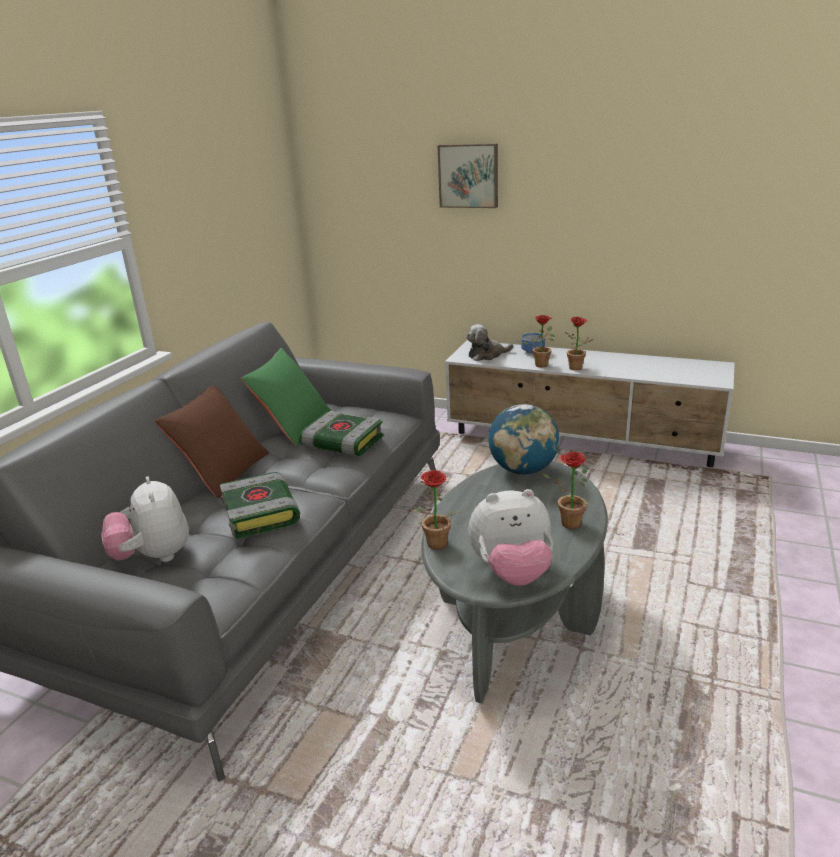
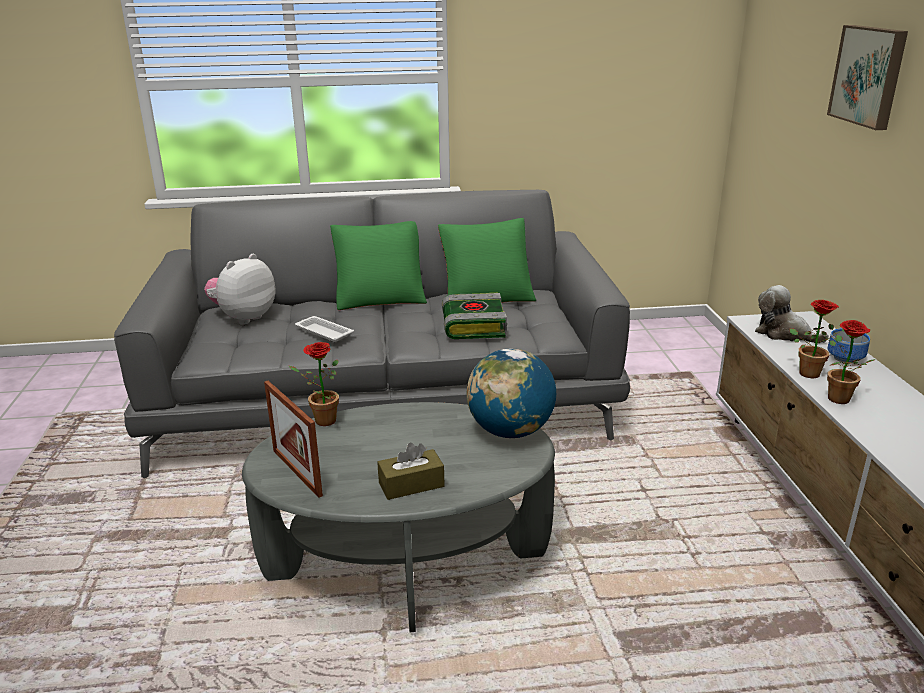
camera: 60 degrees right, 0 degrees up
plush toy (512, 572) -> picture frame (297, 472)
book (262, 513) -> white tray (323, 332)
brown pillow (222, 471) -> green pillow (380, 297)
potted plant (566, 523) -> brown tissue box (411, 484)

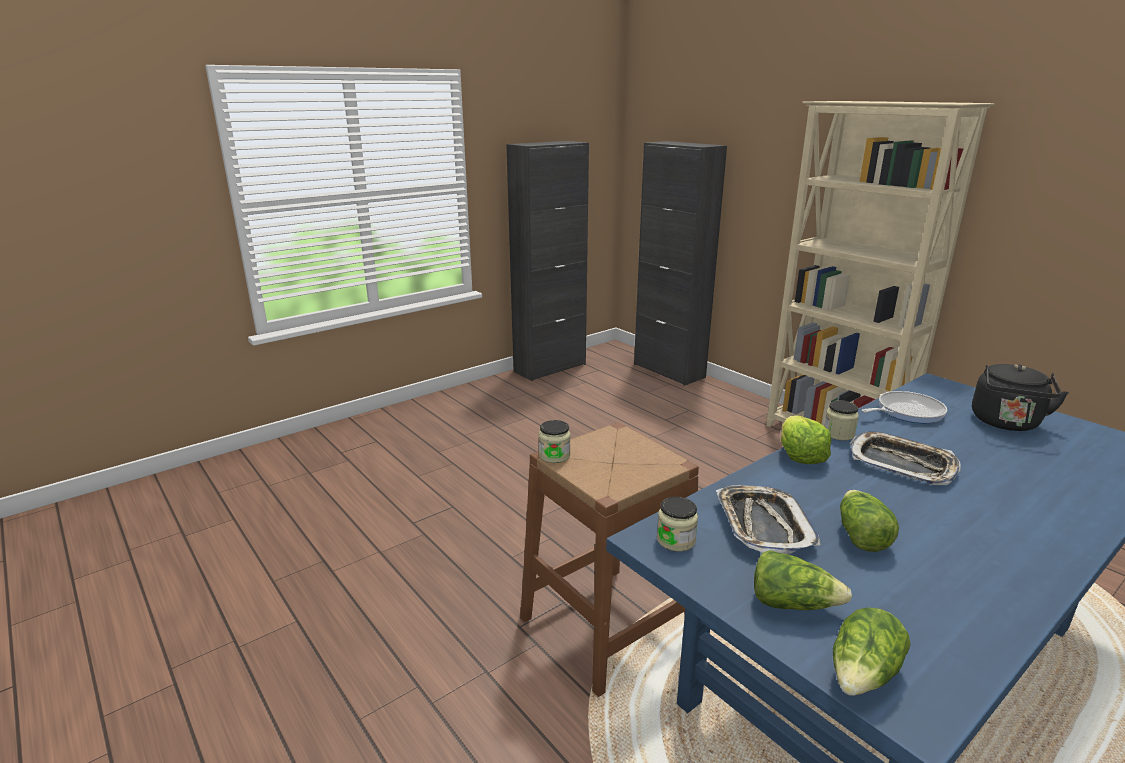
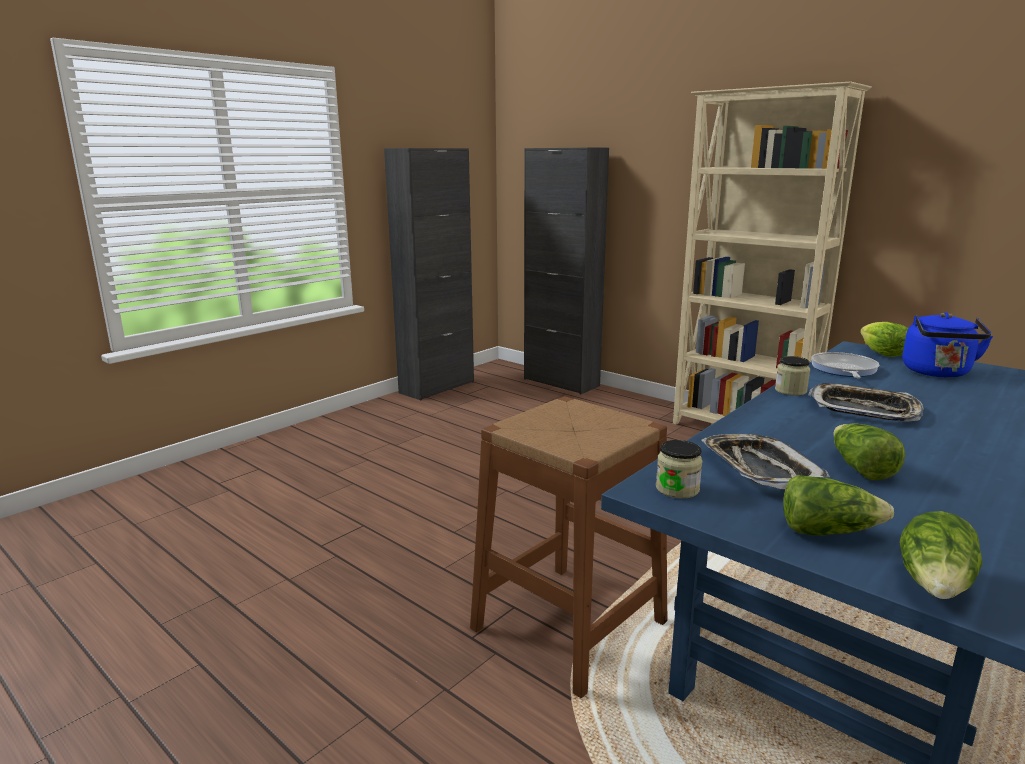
camera: 10 degrees left, 5 degrees down
frying pan (906, 412) -> frying pan (843, 370), 45 degrees counterclockwise
lettuce (800, 455) -> lettuce (882, 353), relocated
black kettle (1006, 423) -> blue kettle (937, 373)
jar (554, 455) -> none

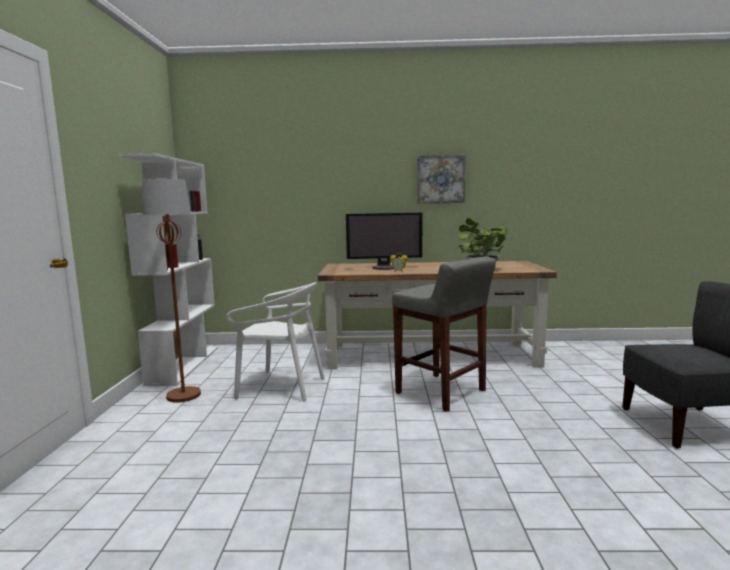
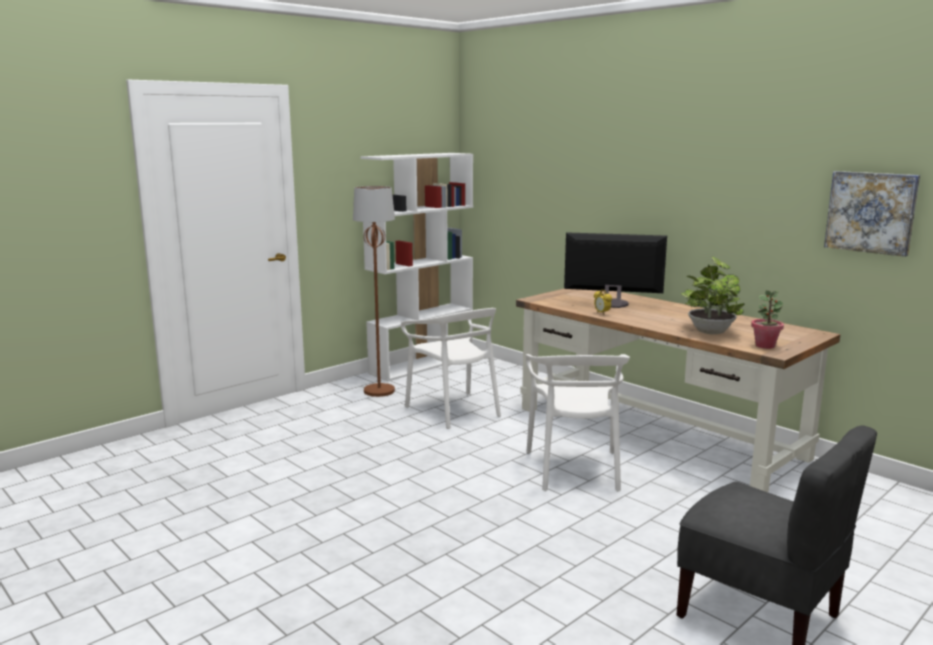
camera: 45 degrees right, 5 degrees up
grey stool (441, 392) -> white chair (575, 469)
monitor (384, 267) -> monitor (611, 304), 150 degrees clockwise
none -> potted plant (765, 346)
picture (440, 179) -> picture (871, 212), relocated

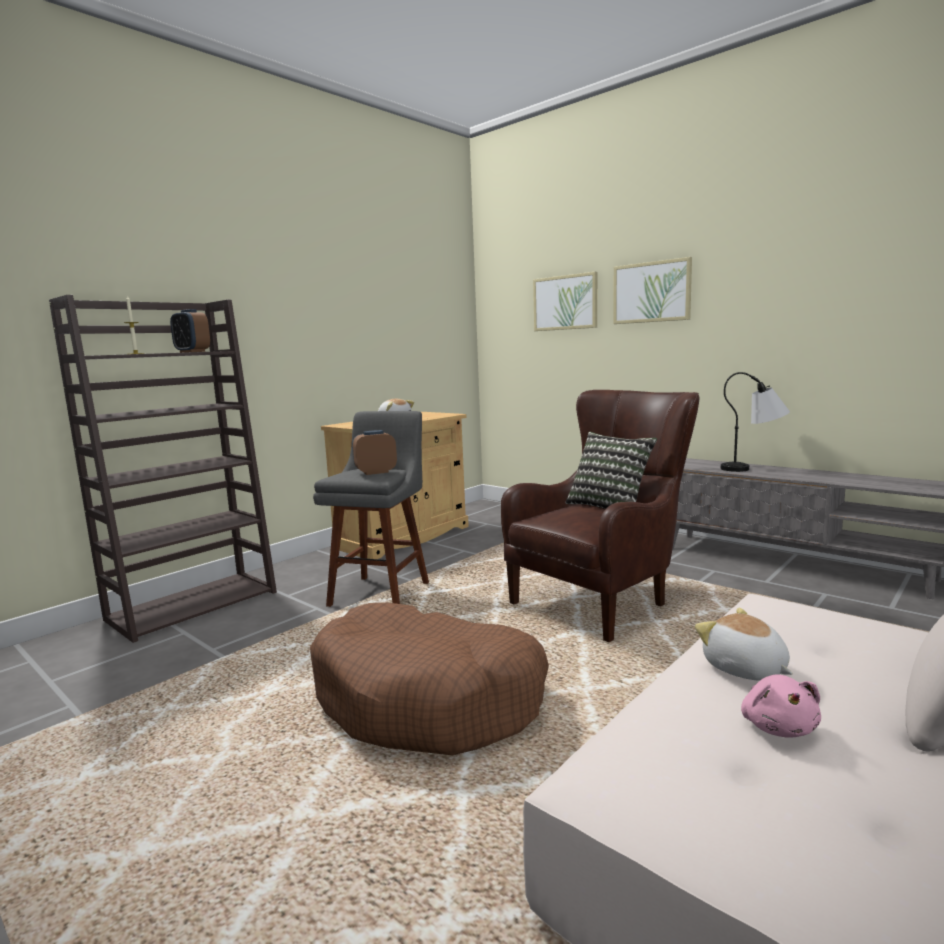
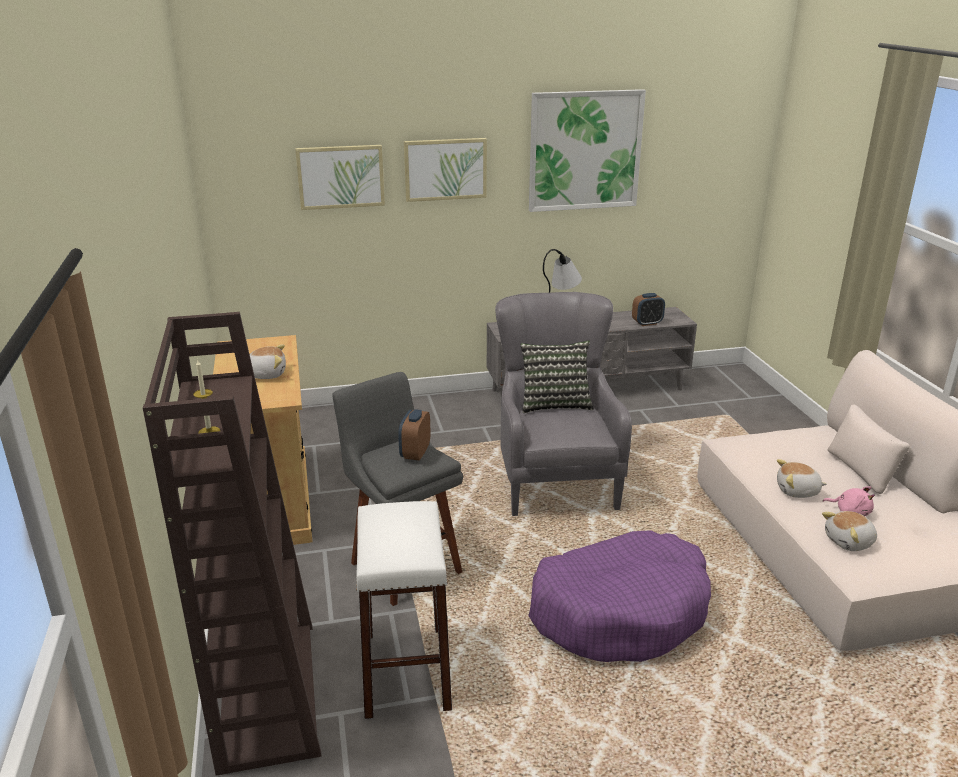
camera: 55 degrees left, 15 degrees up
none -> white stool (406, 670)
brown armchair (604, 599) -> grey armchair (555, 478)
brown dog bed (429, 699) -> purple dog bed (620, 611)
none -> picture (585, 150)
alarm clock (192, 352) -> alarm clock (647, 323), relocated
none -> plush toy (849, 542)

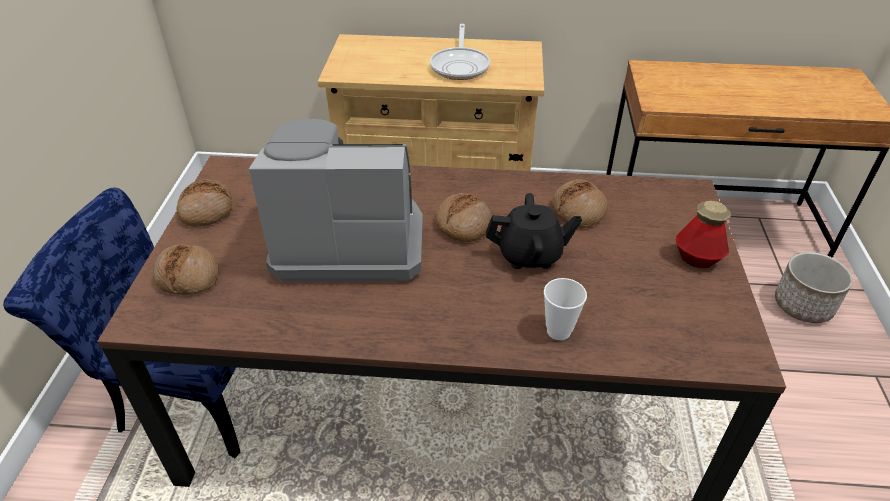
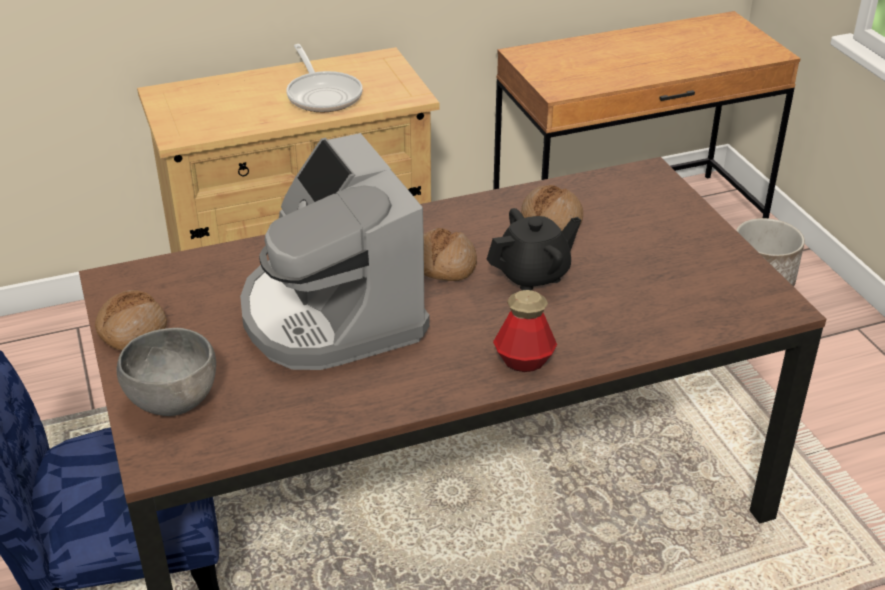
camera: 25 degrees left, 5 degrees down
bread (188, 276) -> grey bowl (175, 401)
coffee machine (348, 240) -> coffee machine (331, 314), 90 degrees counterclockwise
bottle (697, 258) -> bottle (524, 361), relocated
cup (558, 331) -> none

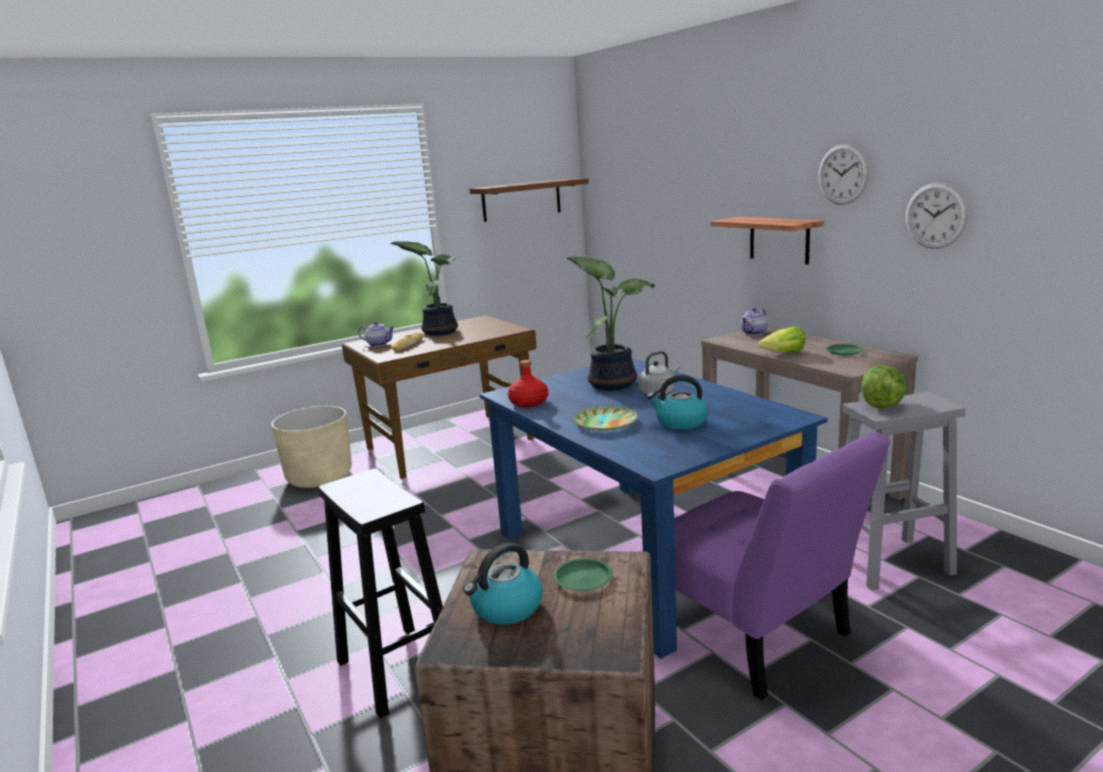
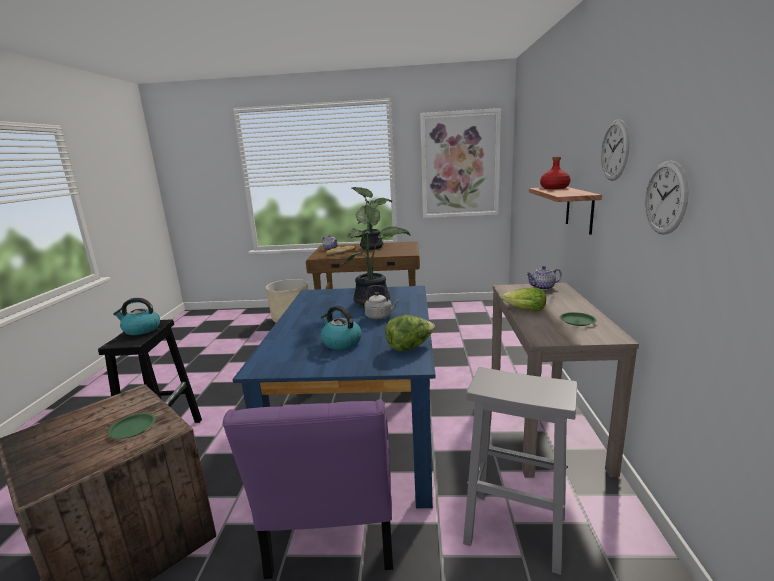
camera: 35 degrees right, 0 degrees up
kettle (506, 608) -> kettle (141, 330), relocated
lettuce (882, 404) -> lettuce (409, 347), relocated
brown shelf (521, 200) -> picture (460, 165)
red bottle (529, 403) -> red bottle (554, 188), relocated
plate (604, 423) -> none

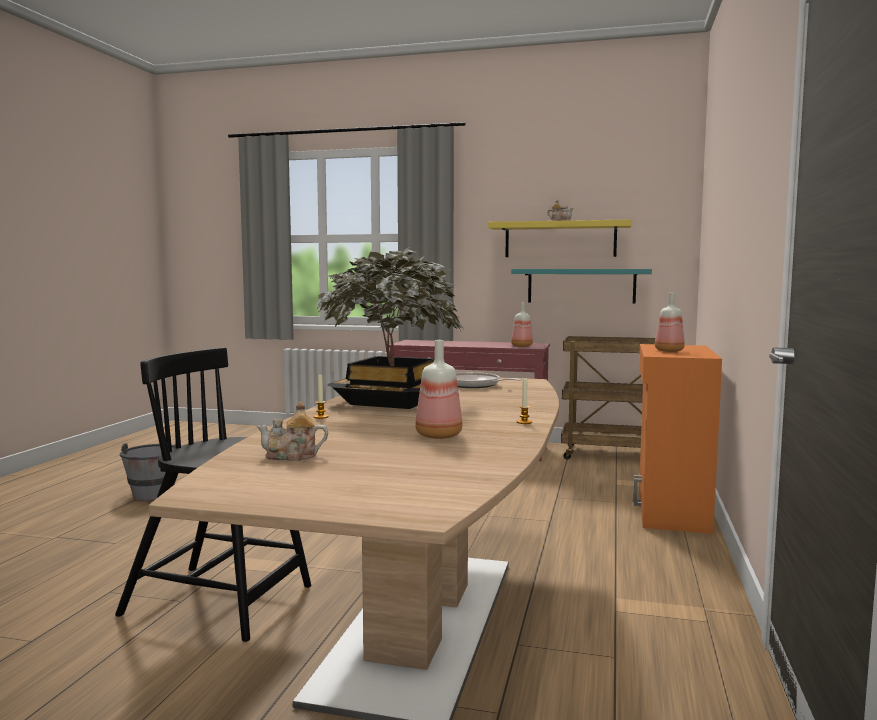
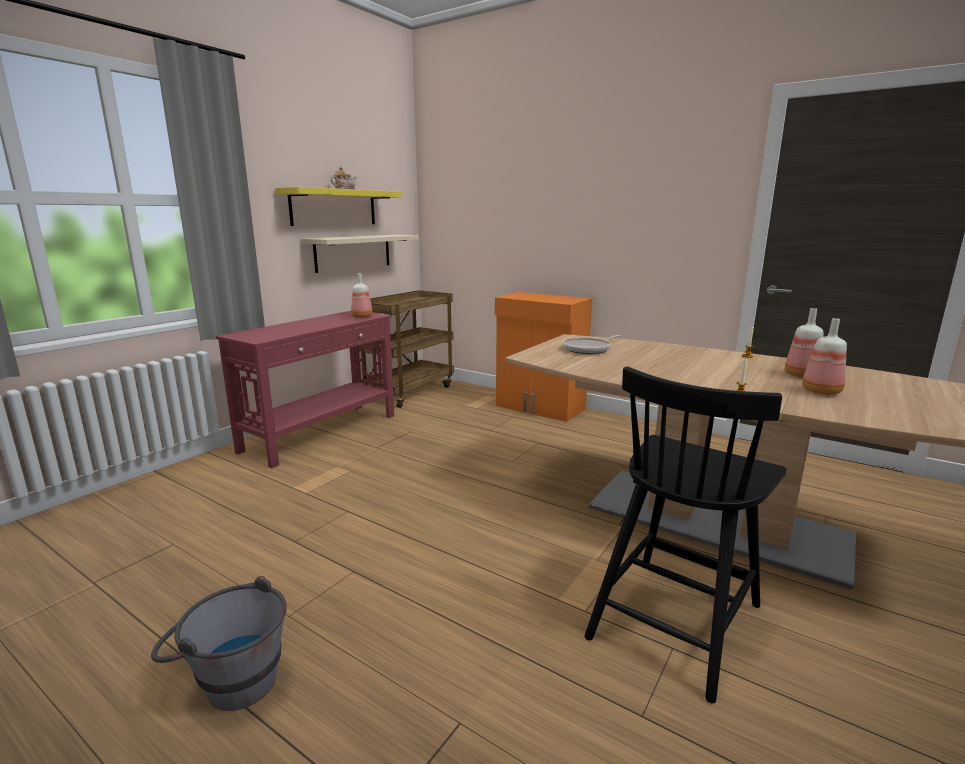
camera: 70 degrees left, 10 degrees up
turquoise shelf (581, 286) -> beige shelf (353, 252)
bottle (668, 351) -> bottle (820, 392), relocated
teapot (292, 456) -> none
potted plant (392, 401) -> none

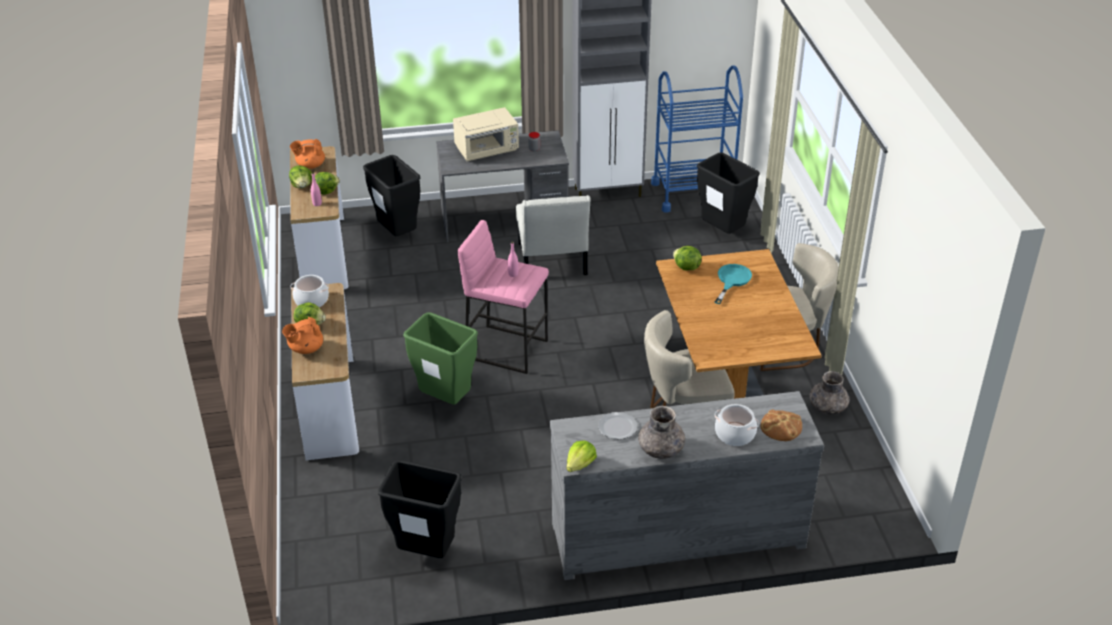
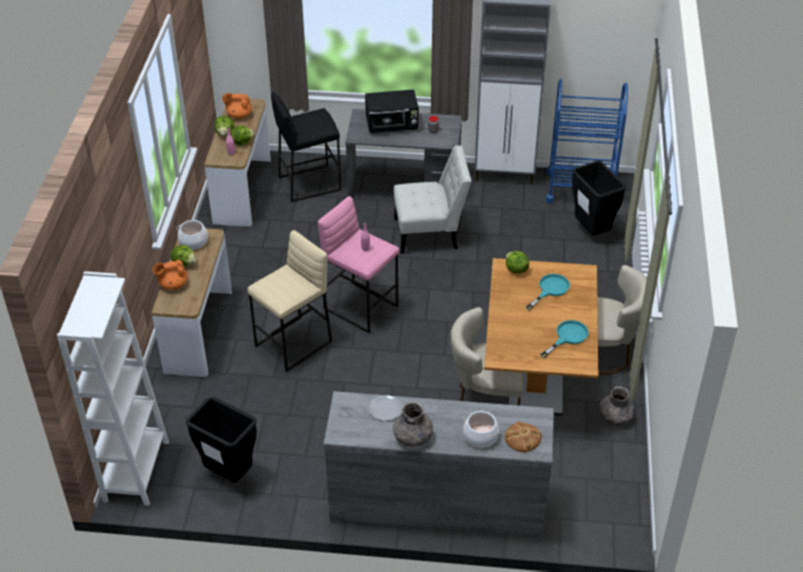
camera: 15 degrees right, 5 degrees up
none -> white bookcase (136, 471)
green trash can (446, 400) -> beige stool (294, 344)
black trash can (397, 234) -> black stool (309, 183)
beige microwave (487, 150) -> black microwave (392, 125)
white chair (552, 262) -> white chair (430, 233), 105 degrees counterclockwise
none -> turquoise frying pan (567, 337)
lettuce (580, 464) -> none

